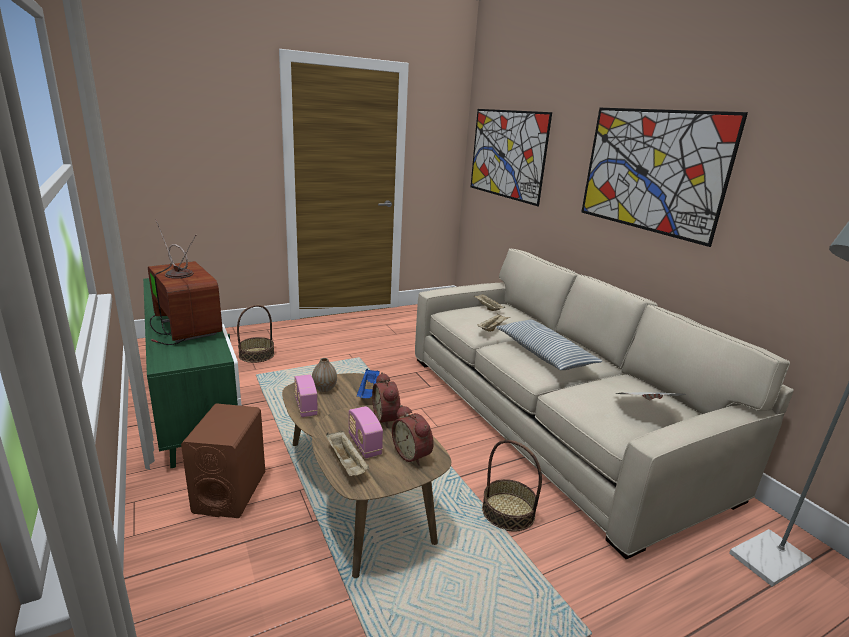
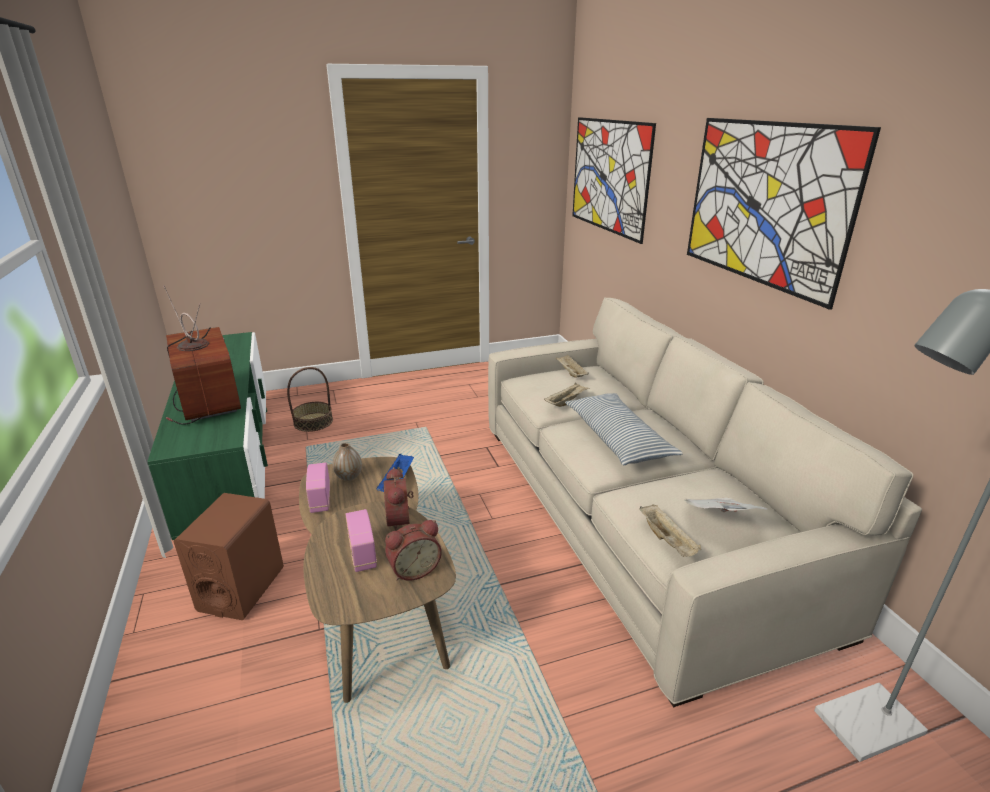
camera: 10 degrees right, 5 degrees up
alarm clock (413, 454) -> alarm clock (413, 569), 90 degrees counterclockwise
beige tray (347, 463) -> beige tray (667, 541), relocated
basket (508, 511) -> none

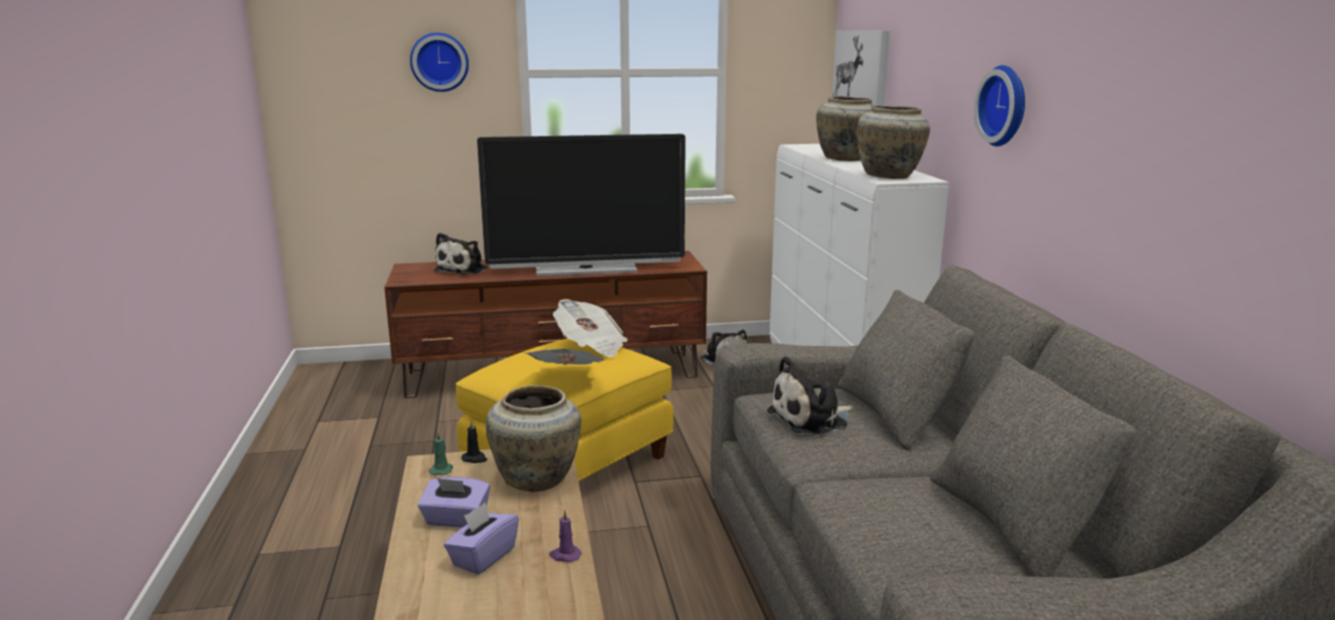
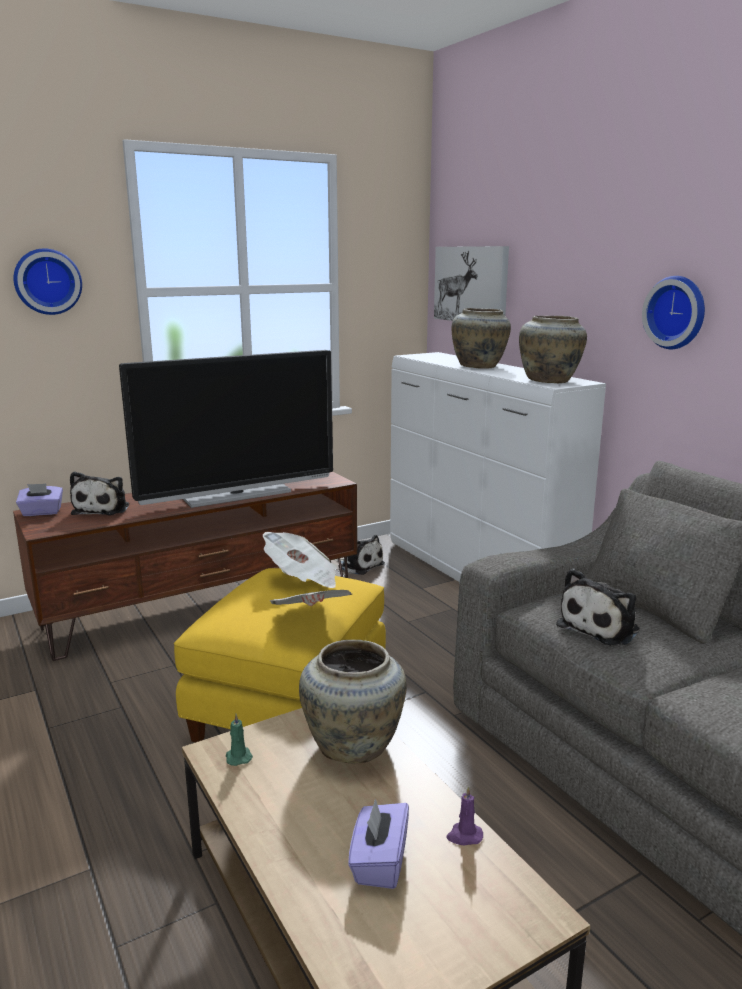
camera: 20 degrees left, 0 degrees up
purple tissue box (456, 520) -> purple tissue box (41, 512), relocated
black candle (475, 459) -> none

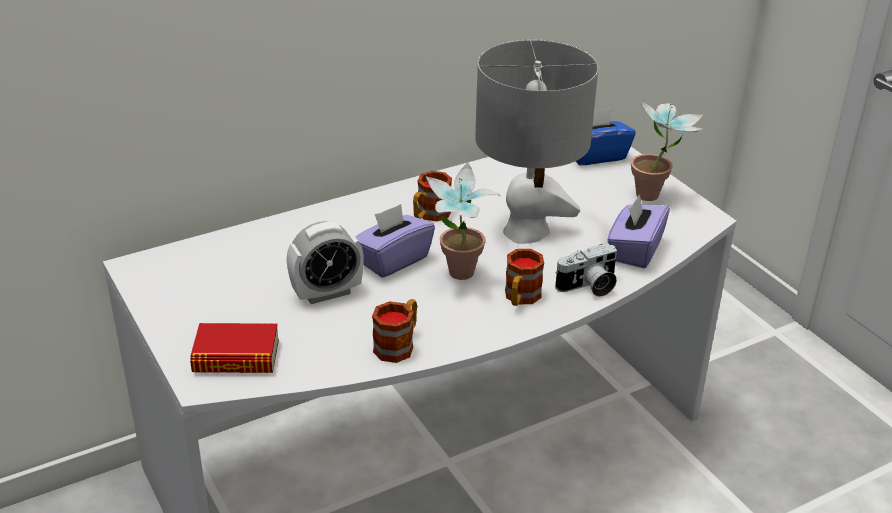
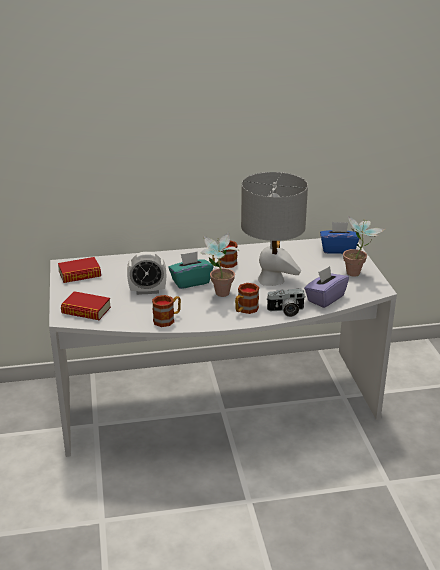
camera: 20 degrees right, 5 degrees down
none -> book (80, 274)
purple tissue box (393, 260) -> turquoise tissue box (190, 282)

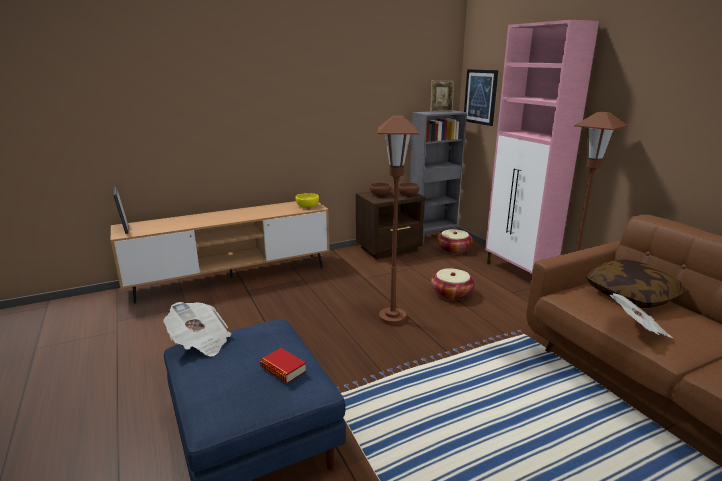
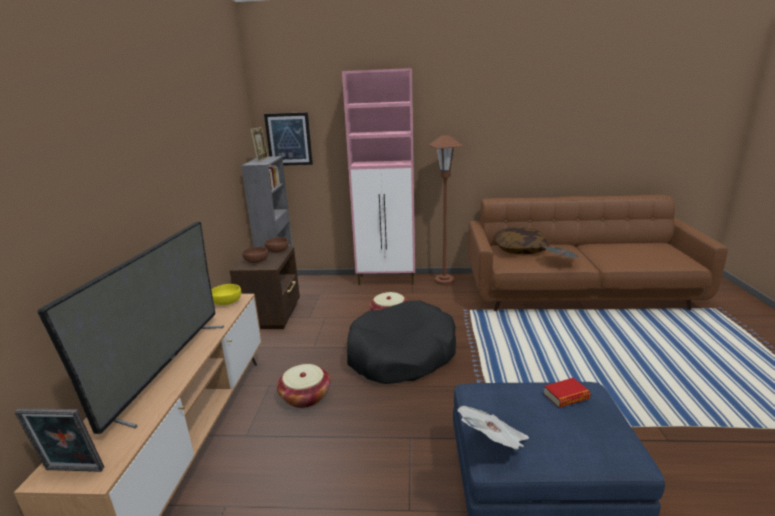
camera: 60 degrees left, 0 degrees up
none -> television (167, 369)
basket (454, 249) -> basket (305, 396), relocated
brown floor lamp (392, 318) -> black dog bed (401, 355)

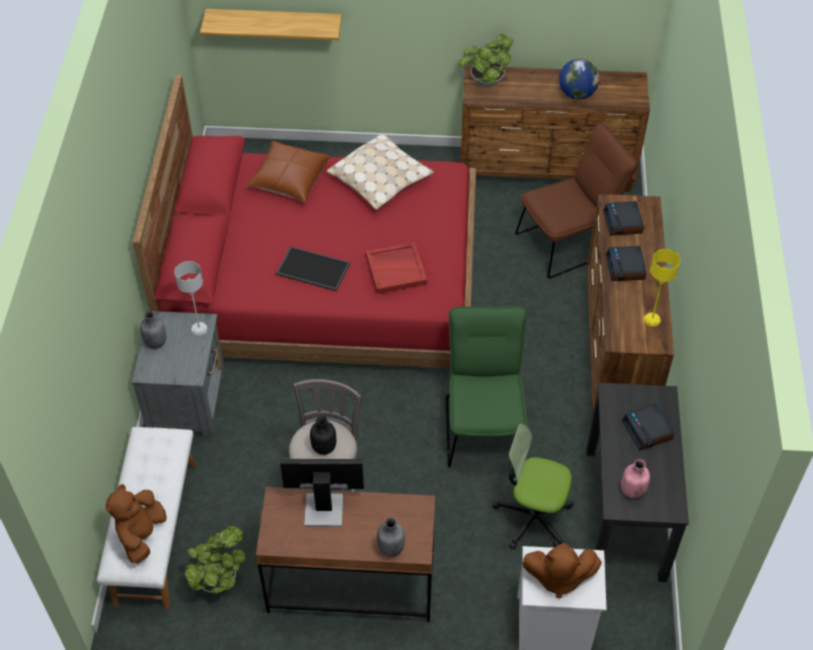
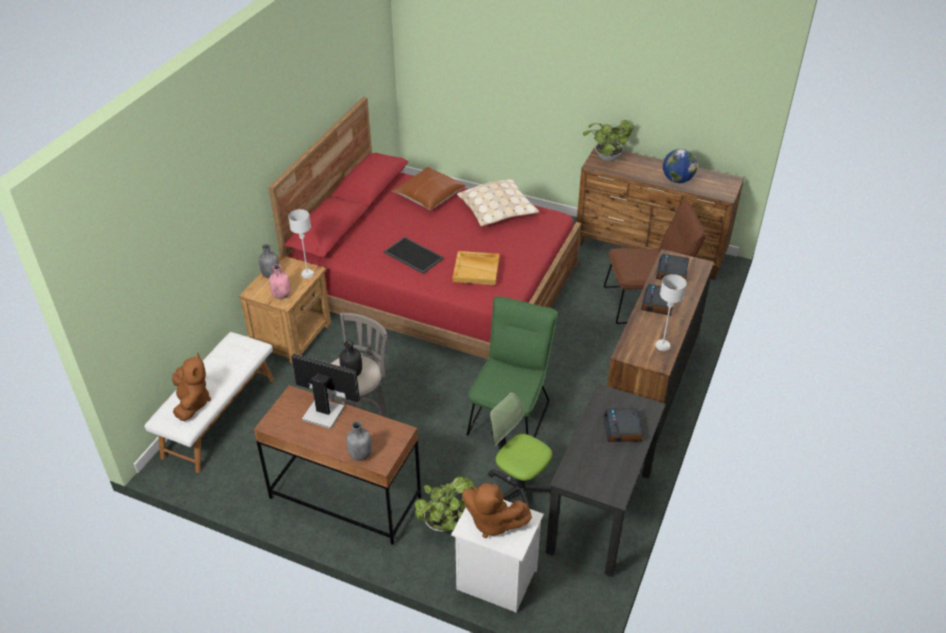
camera: 20 degrees right, 10 degrees down
brown plush toy (141, 535) -> brown plush toy (192, 403), 135 degrees clockwise
grey nightstand (188, 400) -> brown nightstand (293, 336)
pink bottle (632, 490) -> pink bottle (281, 295), relocated
potted plant (219, 578) -> potted plant (444, 522), relocated
red tray (396, 269) -> beige tray (476, 269)
yellow table lamp (652, 319) -> grey table lamp (663, 345)
shelf (274, 24) -> none

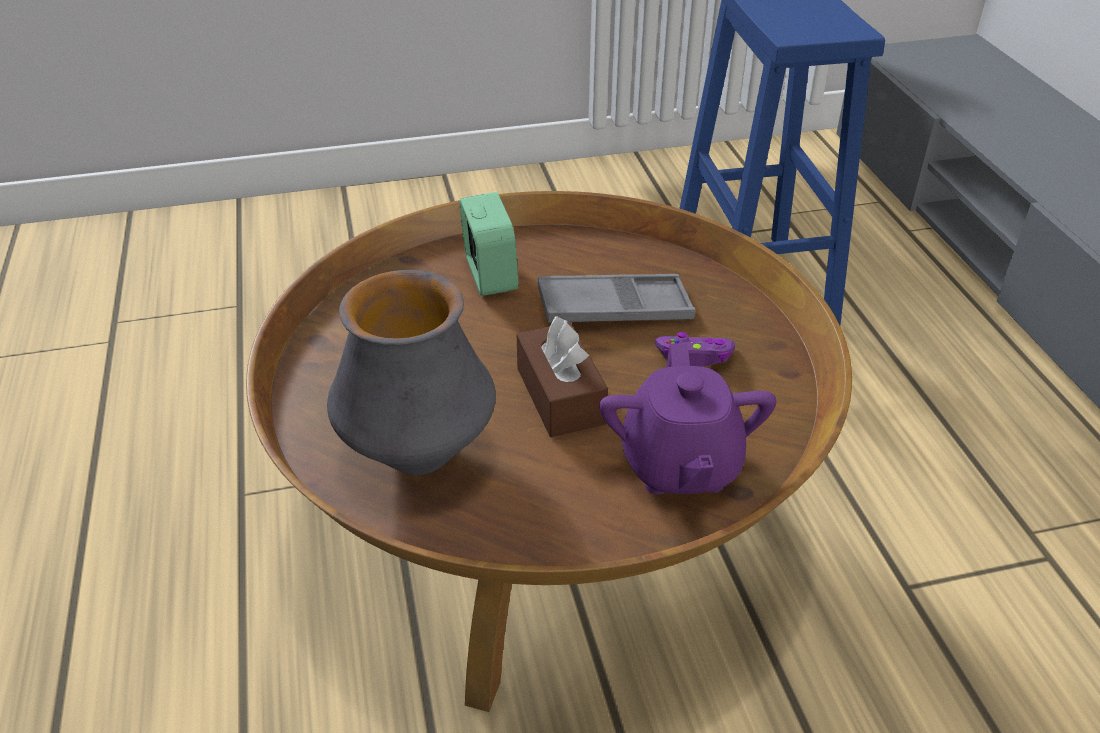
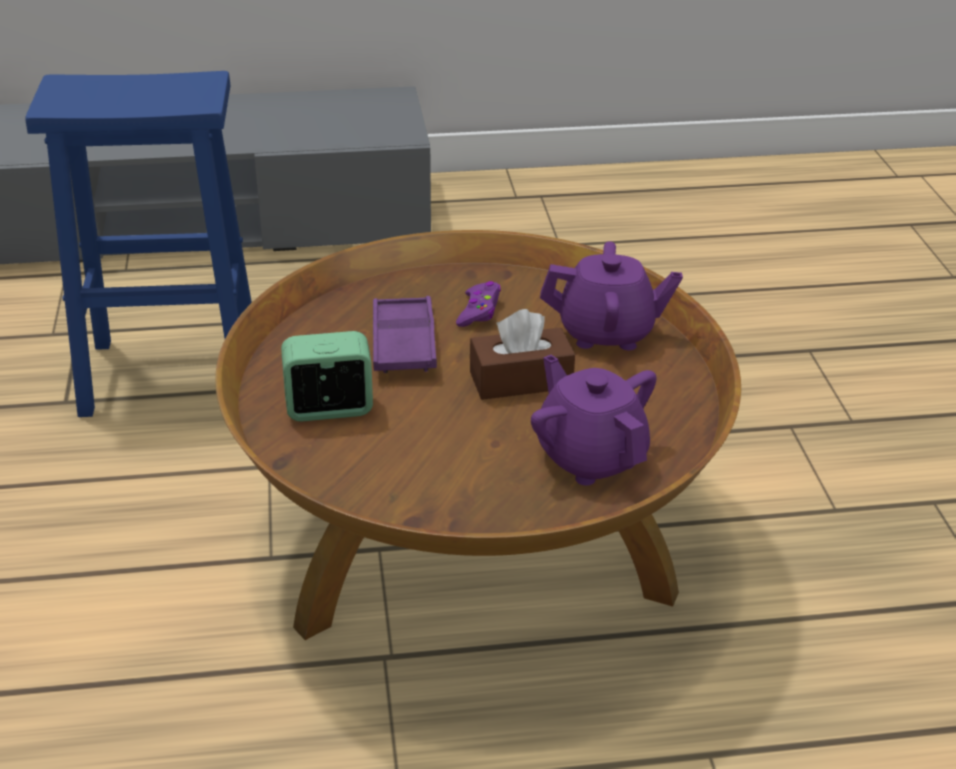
camera: 85 degrees left, 5 degrees down
grey tray (614, 308) -> purple tray (403, 343)
vase (418, 455) -> purple teapot (590, 457)

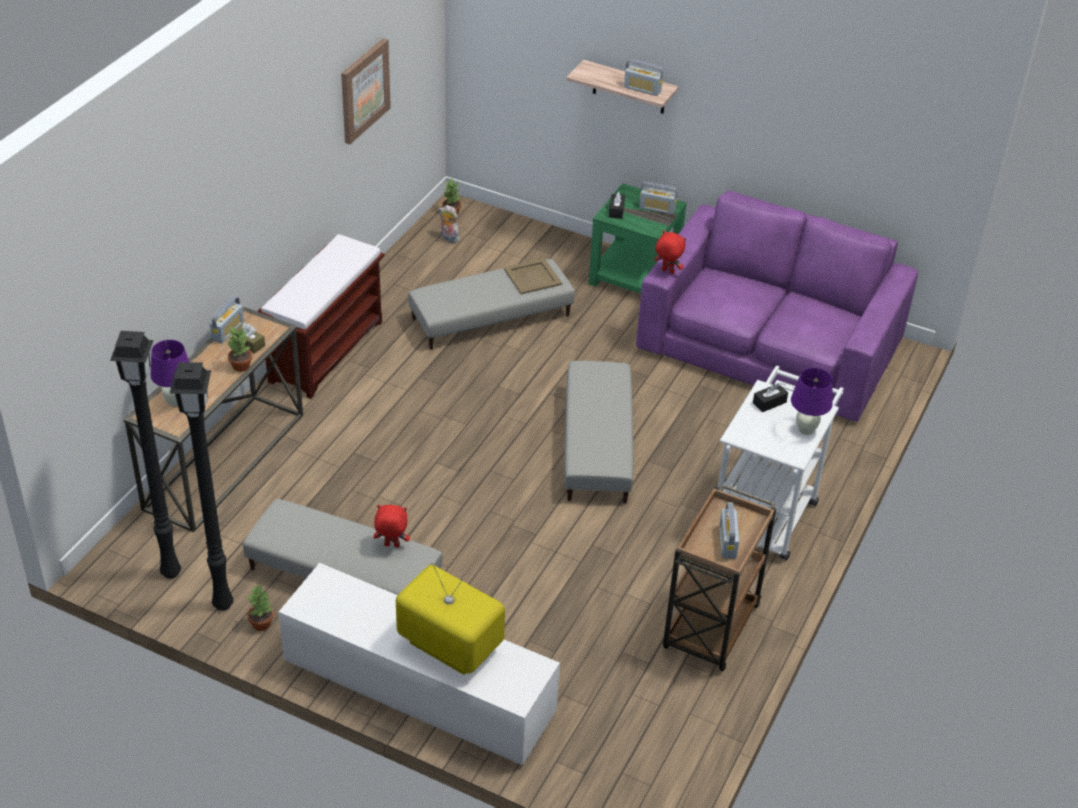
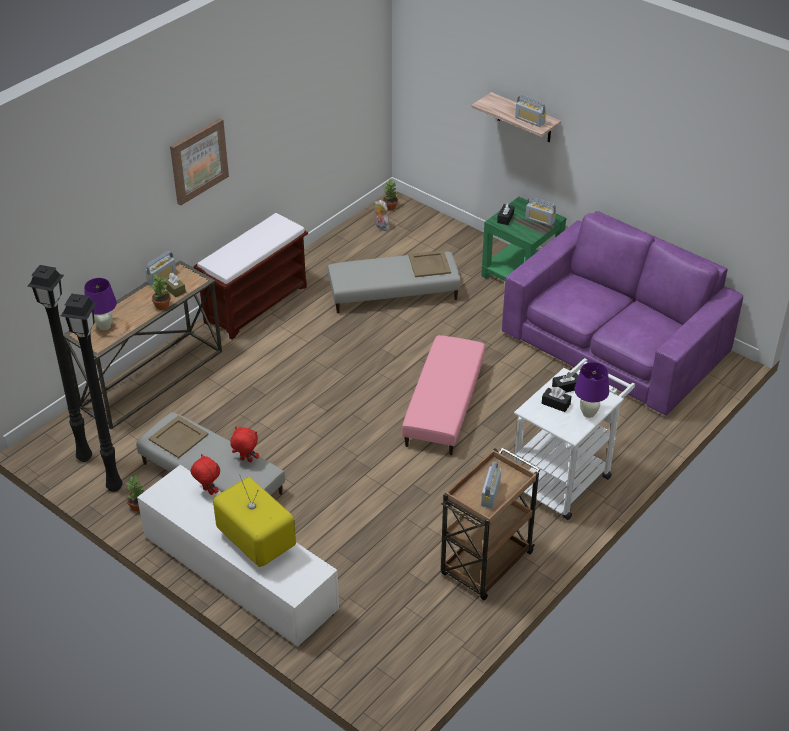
camera: 15 degrees right, 0 degrees up
none -> beige tray (178, 437)
picture (364, 90) -> picture (198, 160), relocated
red plush toy (667, 271) -> red plush toy (207, 491), relocated
grey ottoman (597, 444) -> pink ottoman (444, 405)
none -> black tissue box (556, 404)

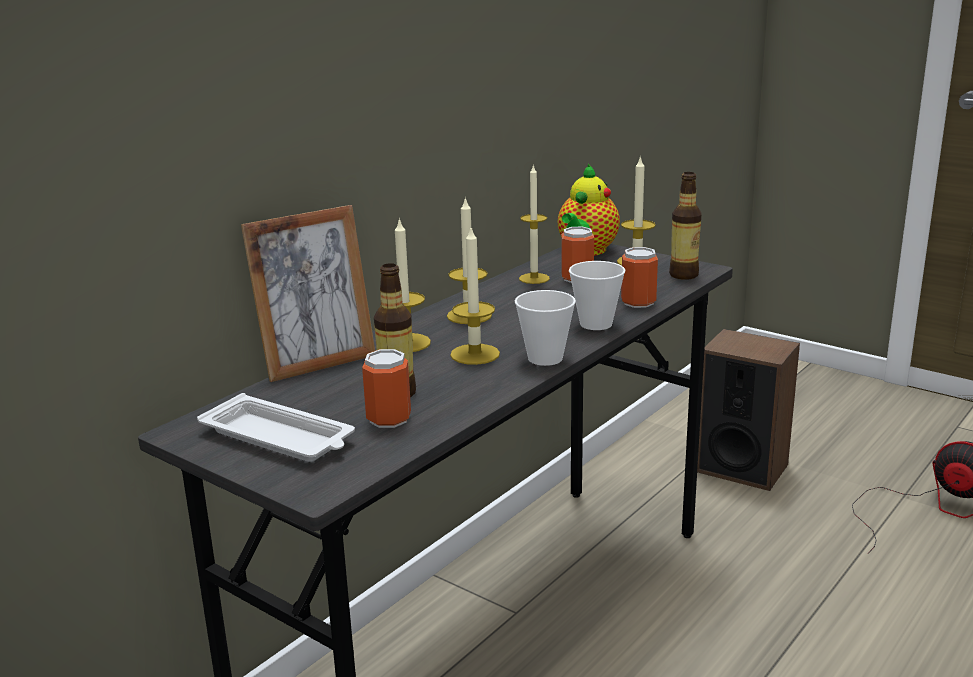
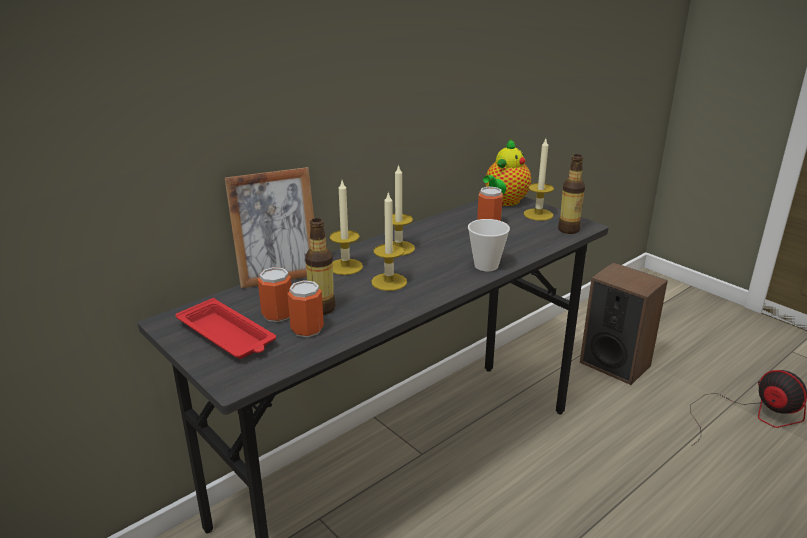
camera: 10 degrees right, 5 degrees up
white tray (279, 438) -> red tray (227, 336)
can (638, 302) -> can (277, 315), relocated
cup (545, 358) -> none
candle (534, 278) -> none

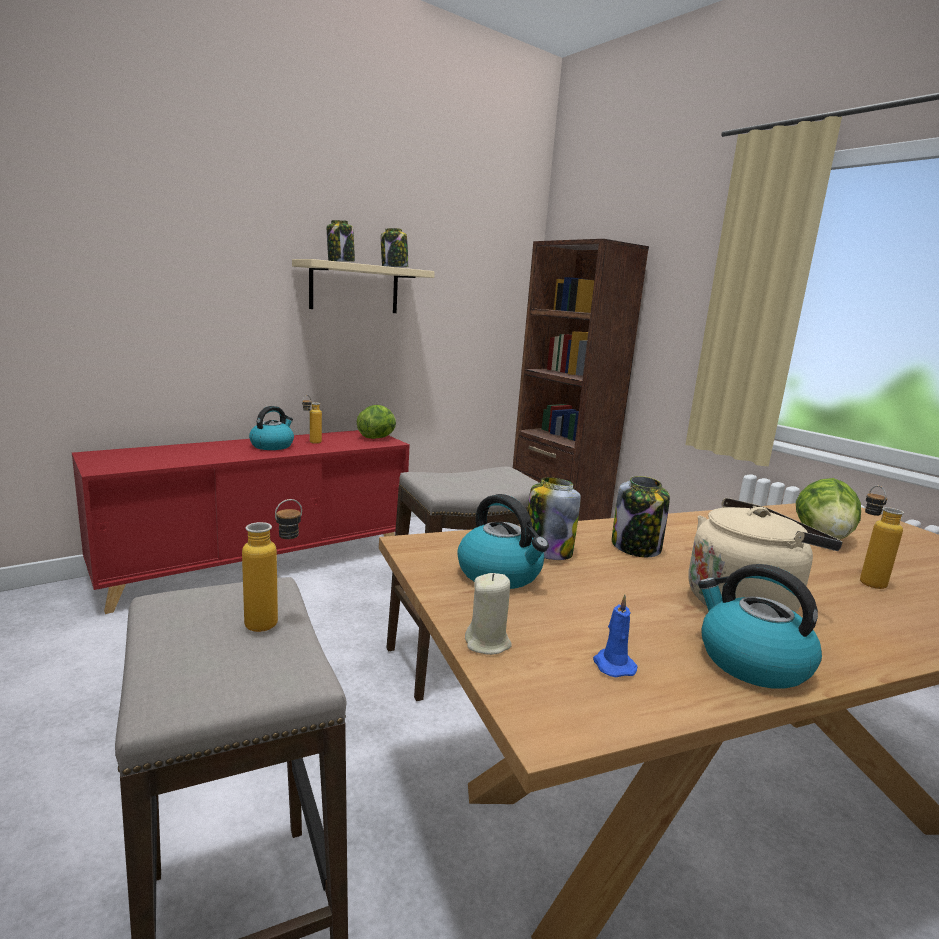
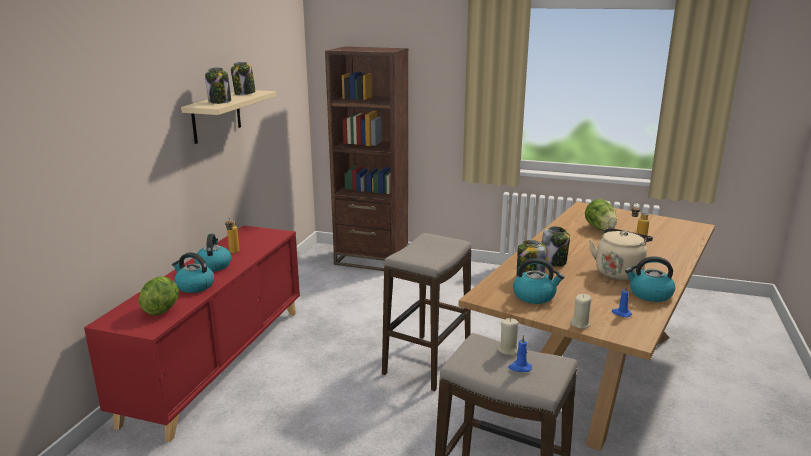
camera: 35 degrees left, 5 degrees up
lettuce (377, 438) -> lettuce (162, 309), relocated
none -> kettle (194, 286)
bottle (274, 621) -> beige candle (508, 350)
none -> blue candle (519, 367)

